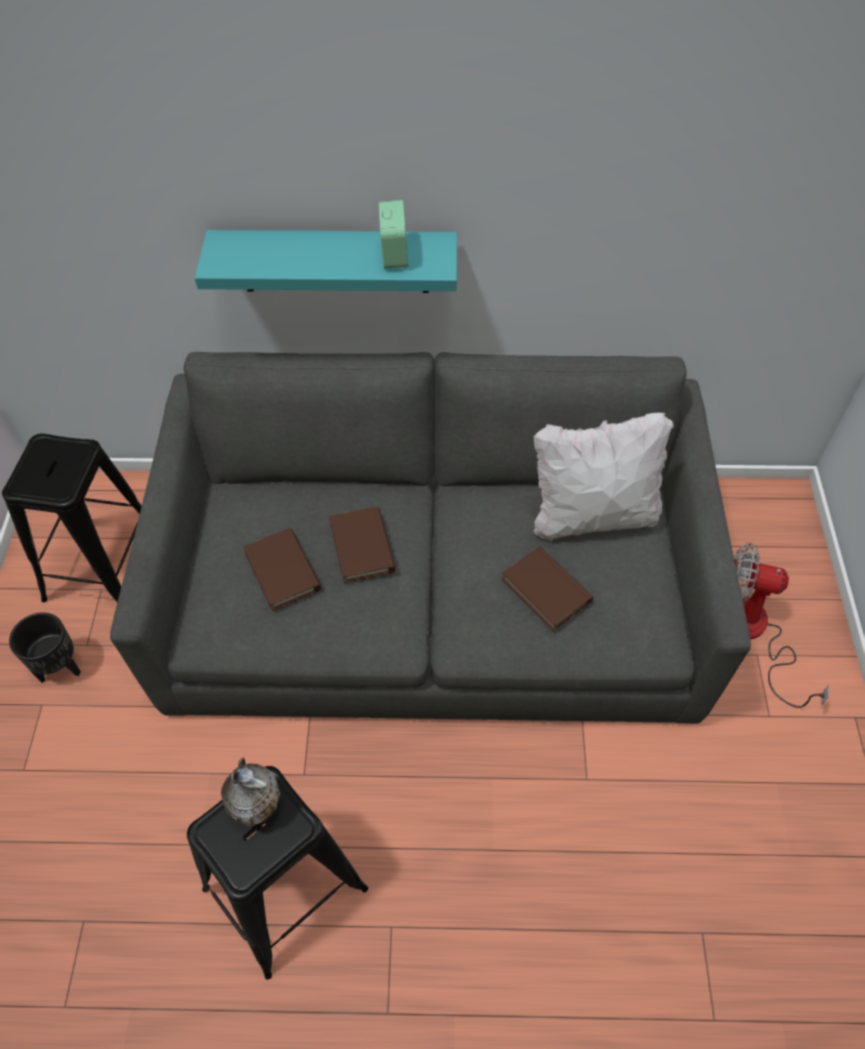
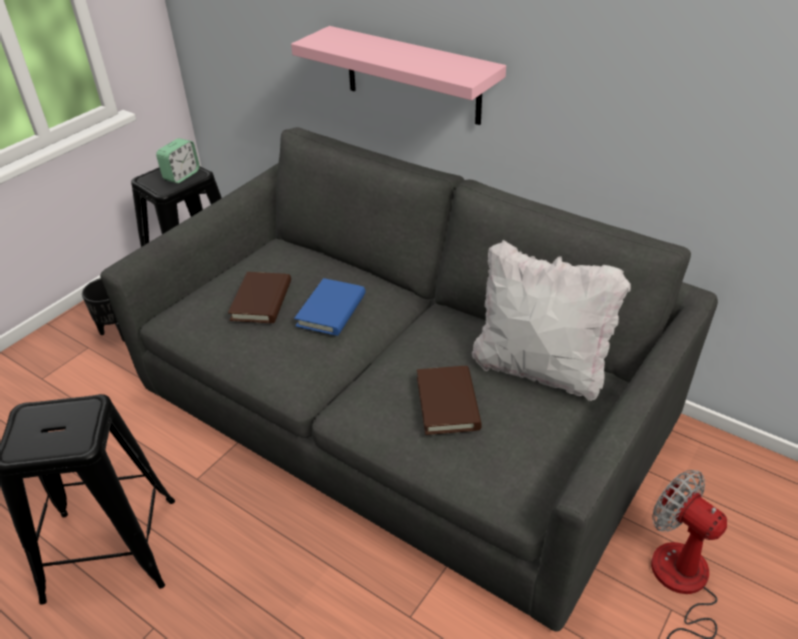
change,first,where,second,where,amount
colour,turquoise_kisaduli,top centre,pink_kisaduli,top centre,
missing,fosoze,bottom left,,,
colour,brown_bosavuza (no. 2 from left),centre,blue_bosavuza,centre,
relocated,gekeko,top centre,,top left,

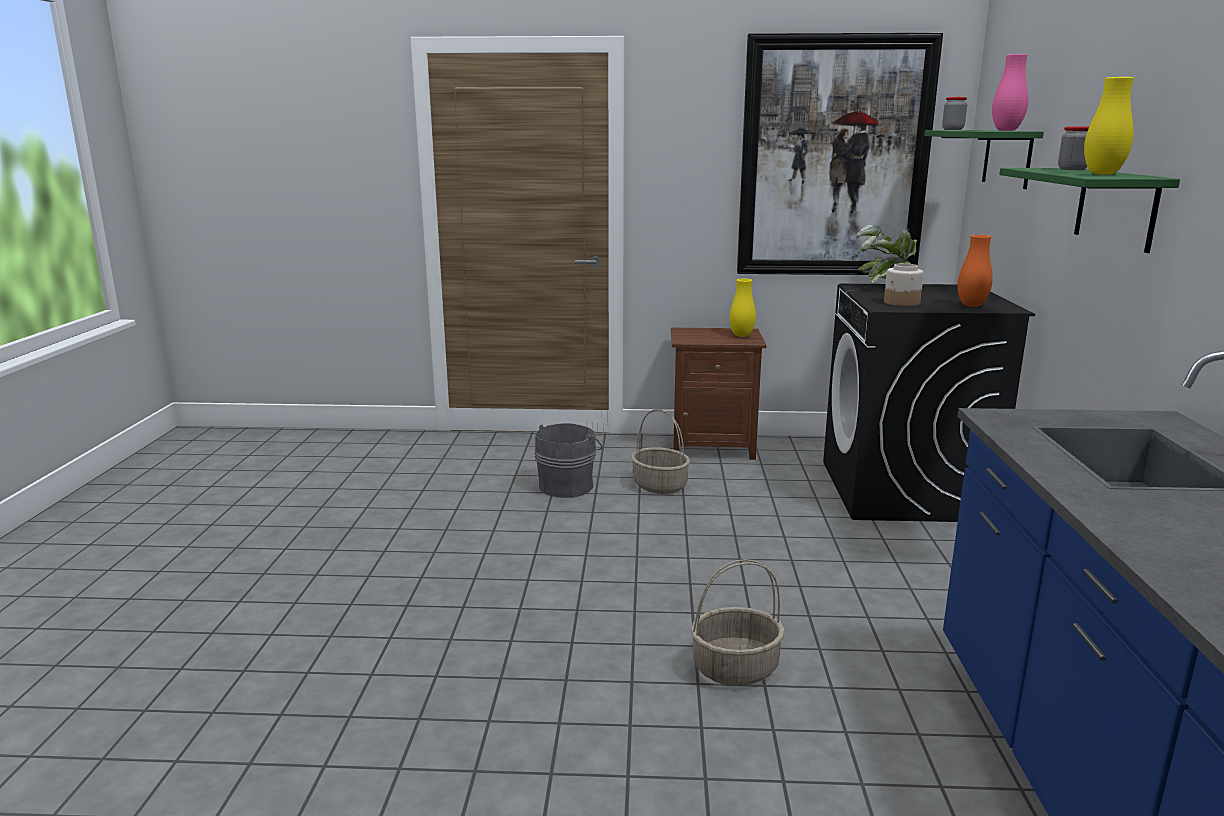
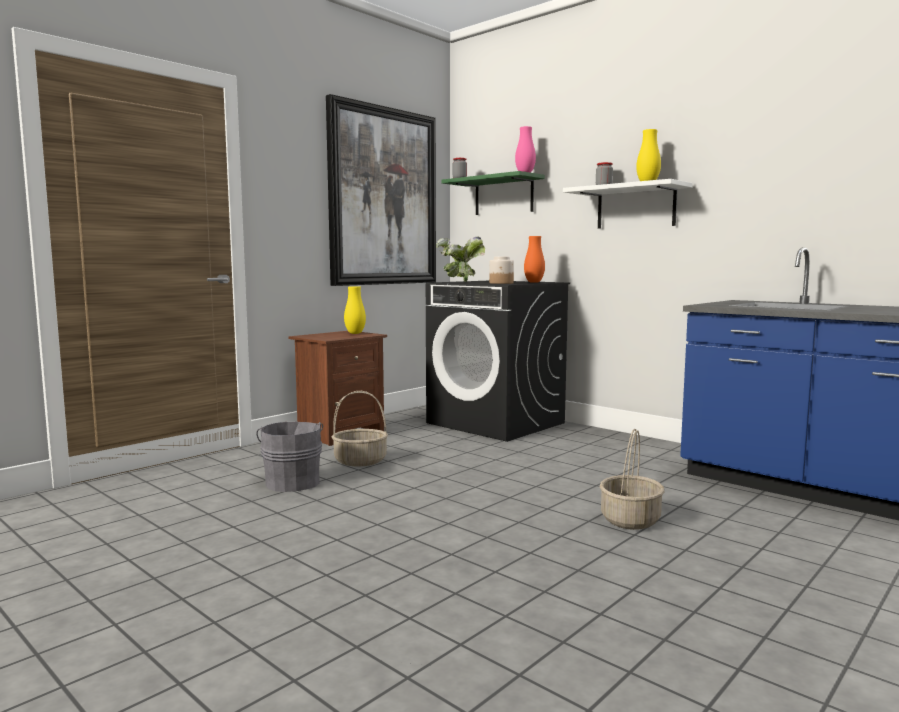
change,first,where,second,where,amount
colour,green_kisaduli (no. 2 from left),top right,white_kisaduli,top right,

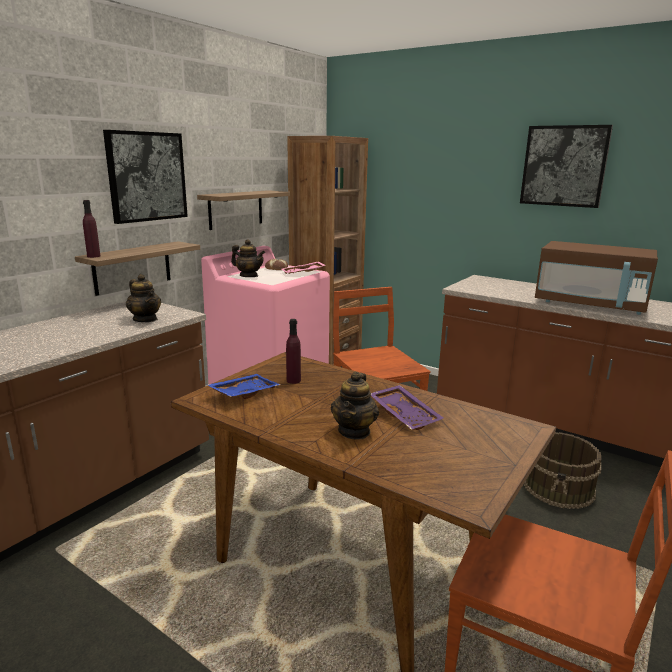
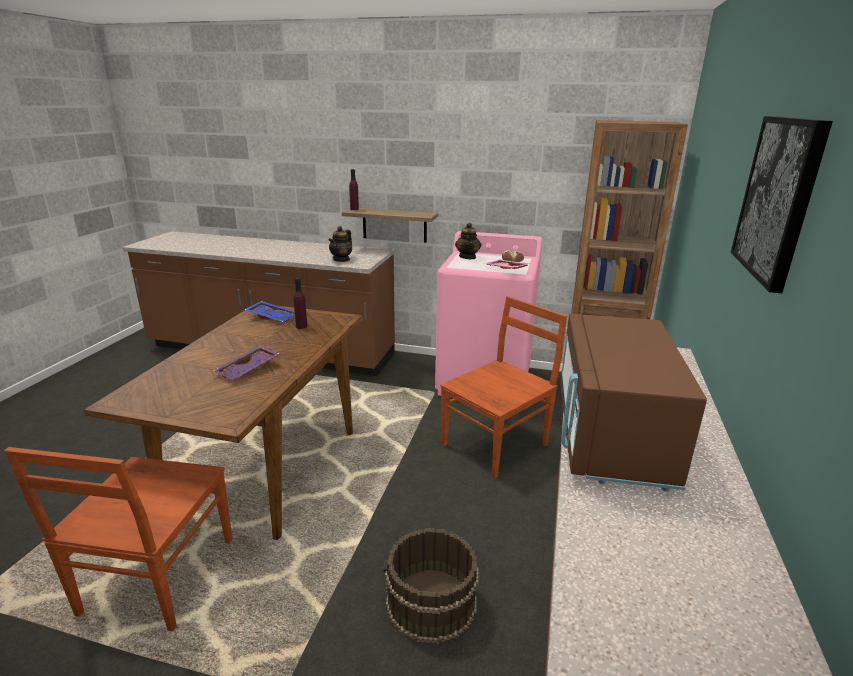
change,first,where,second,where,amount
missing,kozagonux (no. 1 from left),top left,,,
missing,kisaduli (no. 2 from left),top centre,,,
missing,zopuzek (no. 3 from left),centre,,,

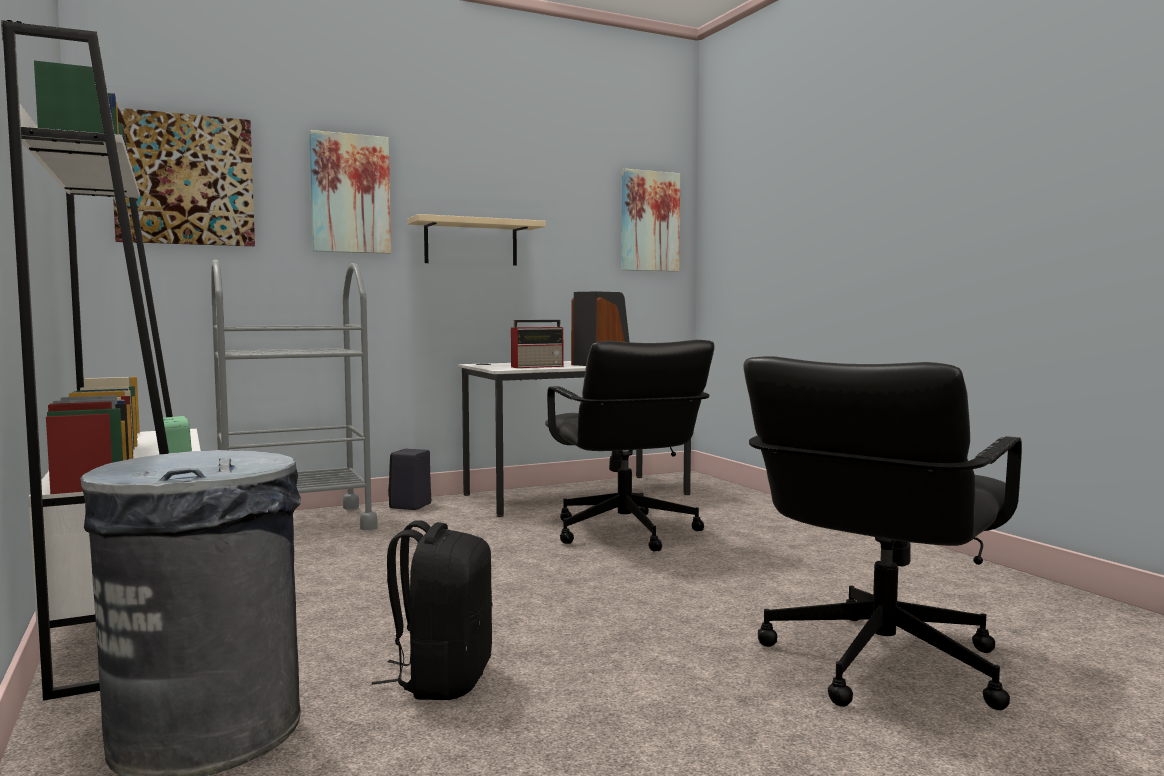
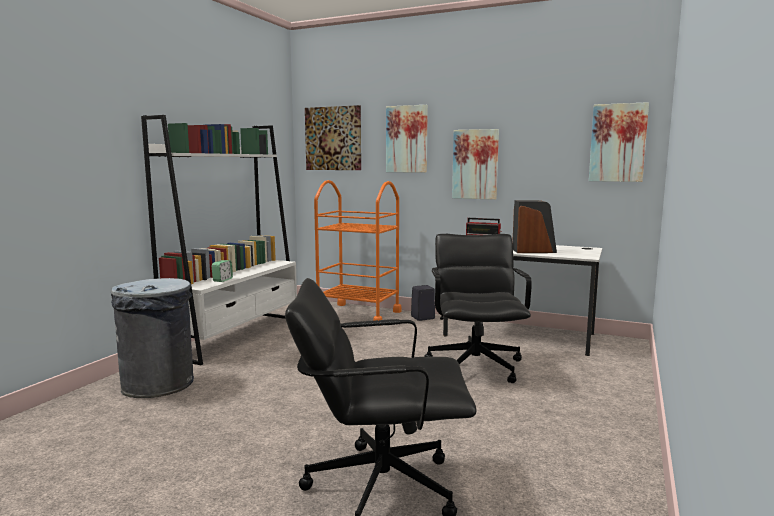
change,first,where,second,where,amount
colour,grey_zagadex,middle left,orange_zagadex,centre,
missing,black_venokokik,bottom centre,,,
exchanged,beige_kisaduli,top centre,kozagonux (no. 3 from left),top centre,
spun,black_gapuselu (no. 1 from left in the first image),centre,black_gapuselu (no. 2 from left),centre,150 degrees clockwise

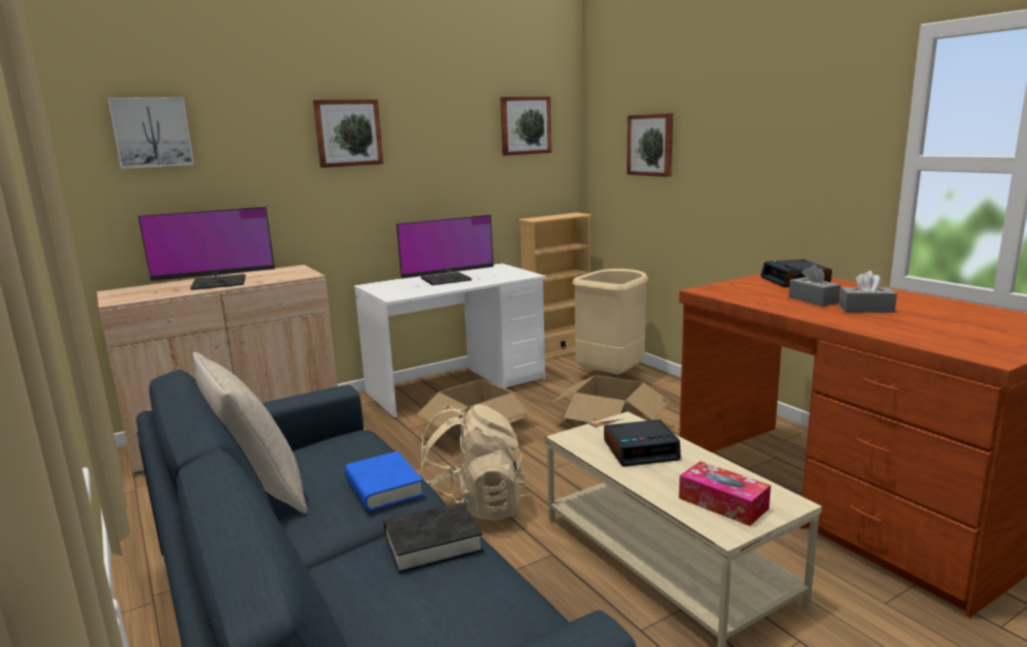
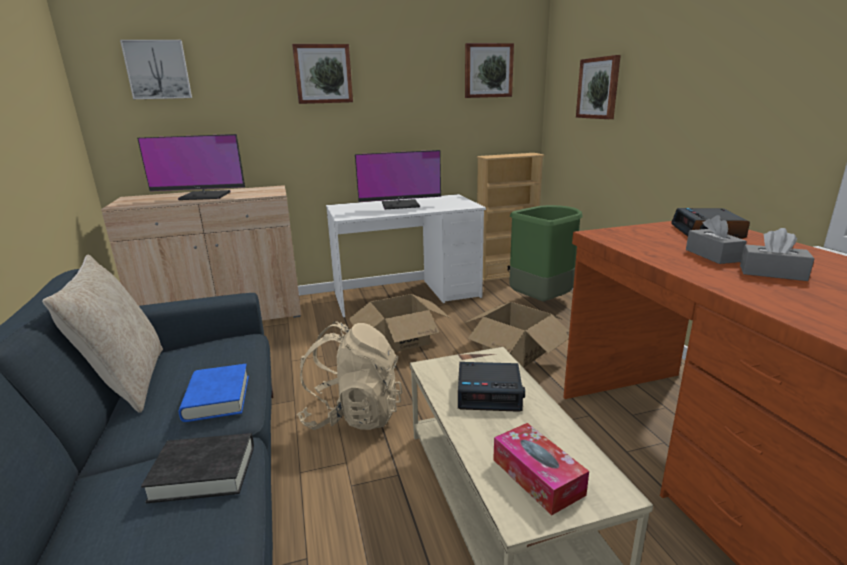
change,first,where,second,where,amount
colour,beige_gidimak,centre,green_gidimak,centre,

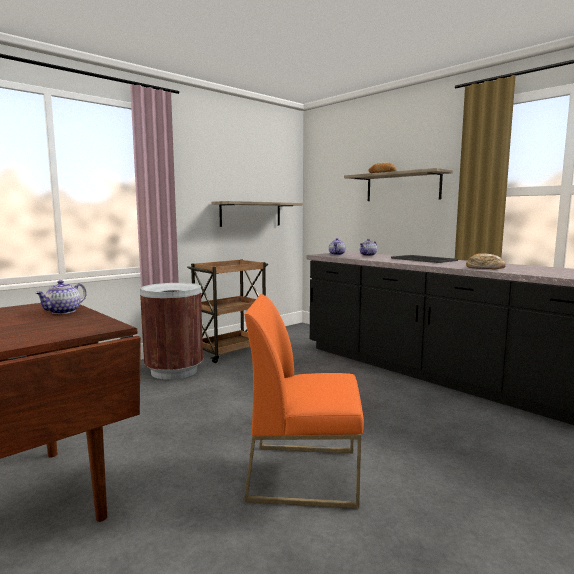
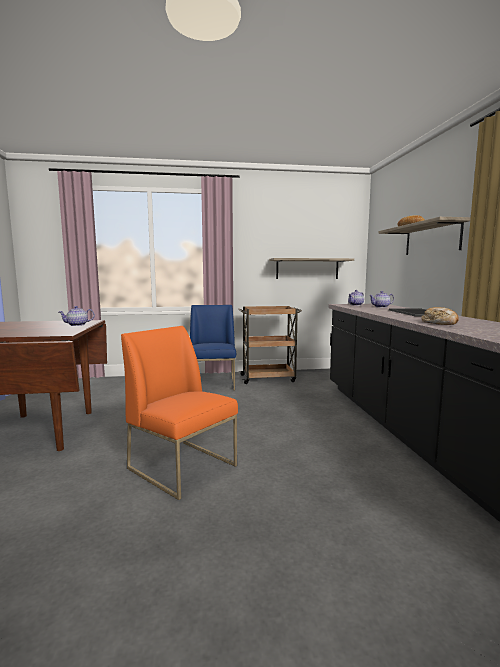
change,first,where,second,where,amount
exchanged,brown_gidimak,middle left,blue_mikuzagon,centre,

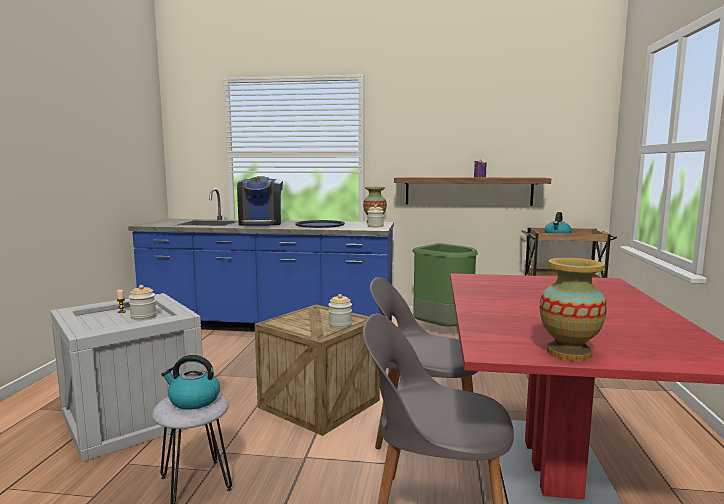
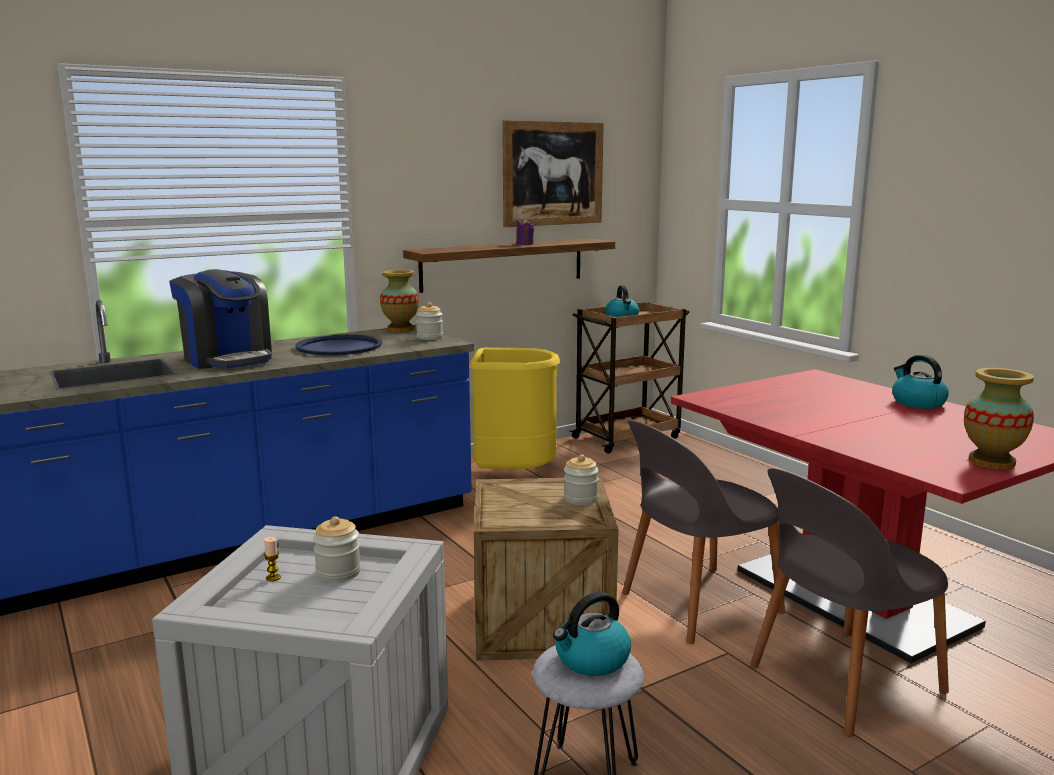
change,first,where,second,where,amount
colour,green_gidimak,centre,yellow_gidimak,centre,
appeared,,,kozagonux,top centre,
appeared,,,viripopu (no. 3 from left),middle right,

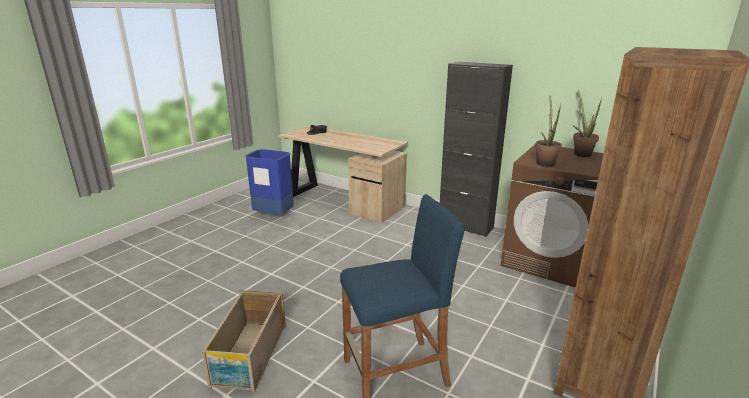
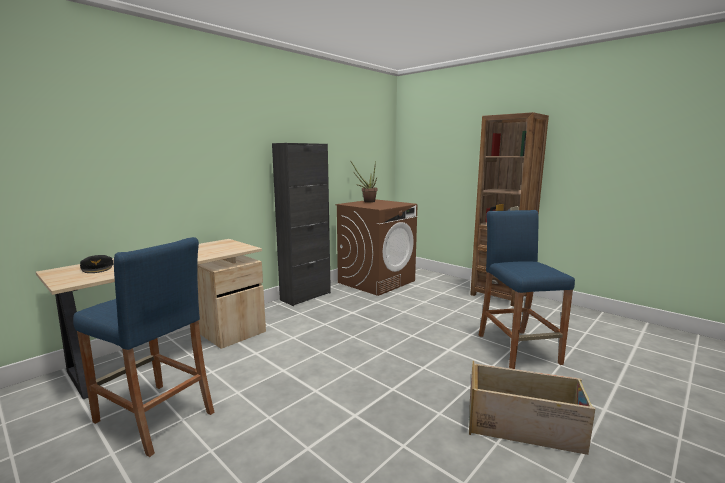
change,first,where,second,where,amount
exchanged,blue_gidimak,centre,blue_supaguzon (no. 1 from left),bottom left,
missing,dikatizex (no. 1 from left),top right,,,

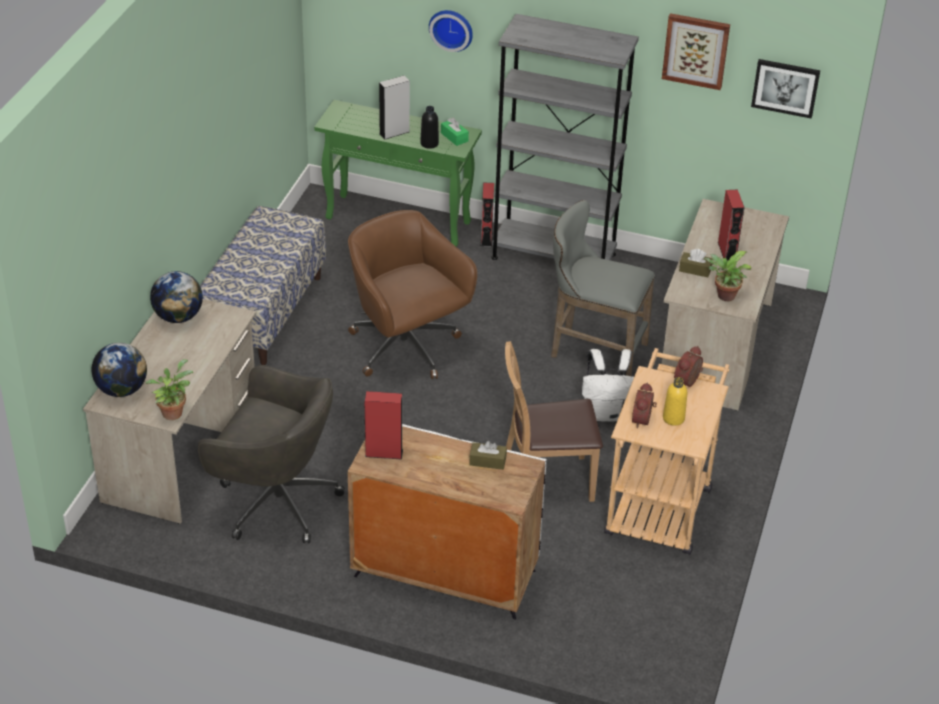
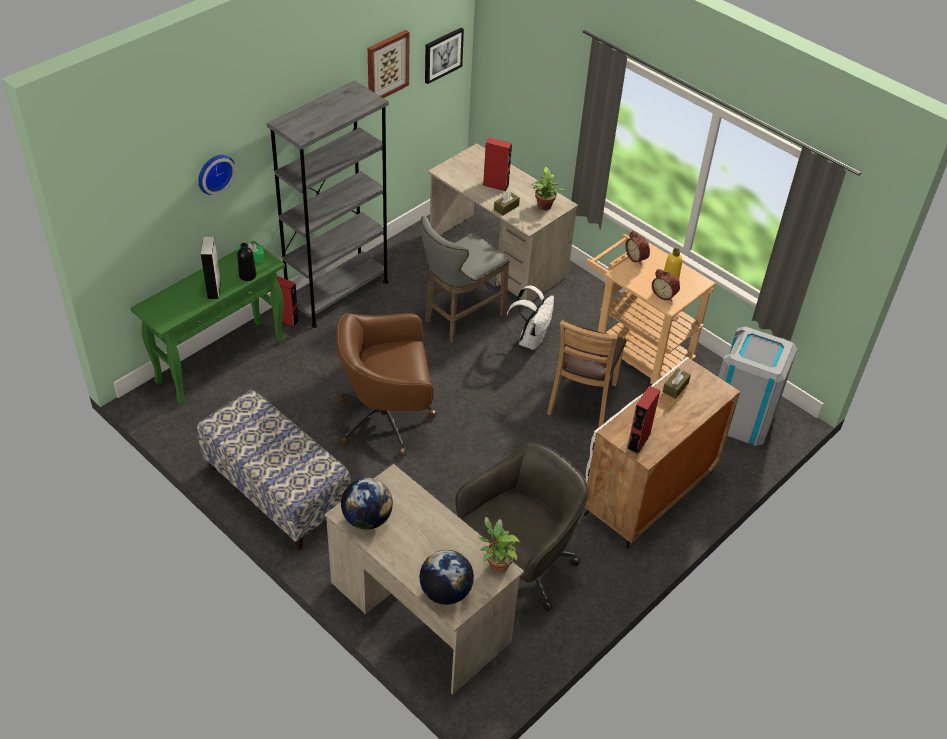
change,first,where,second,where,amount
appeared,,,grey_gidimak,middle right,

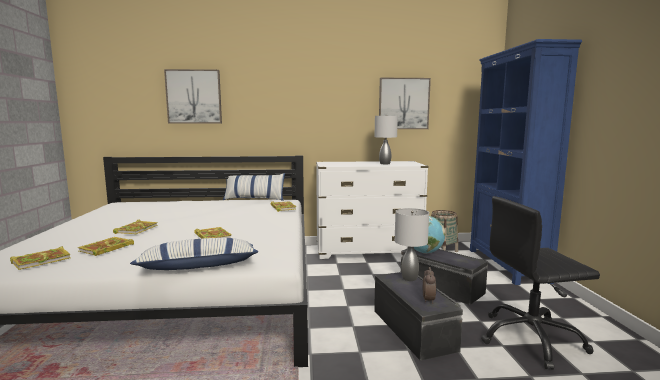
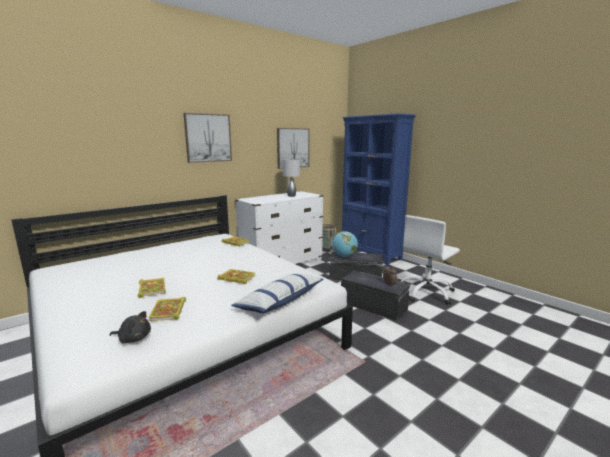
change,first,where,second,where,amount
exchanged,bosavuza (no. 1 from left),bottom left,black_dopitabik,bottom left,
relocated,kozagonux (no. 1 from left),top left,,top centre,
missing,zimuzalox (no. 2 from left),centre,,,
missing,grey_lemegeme (no. 2 from left),centre,,,
colour,black_gapuselu,bottom right,white_gapuselu,middle right,

